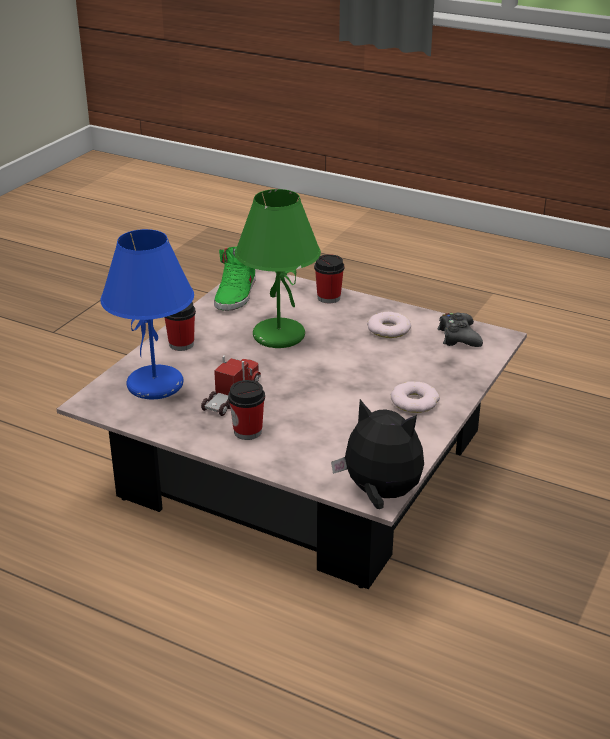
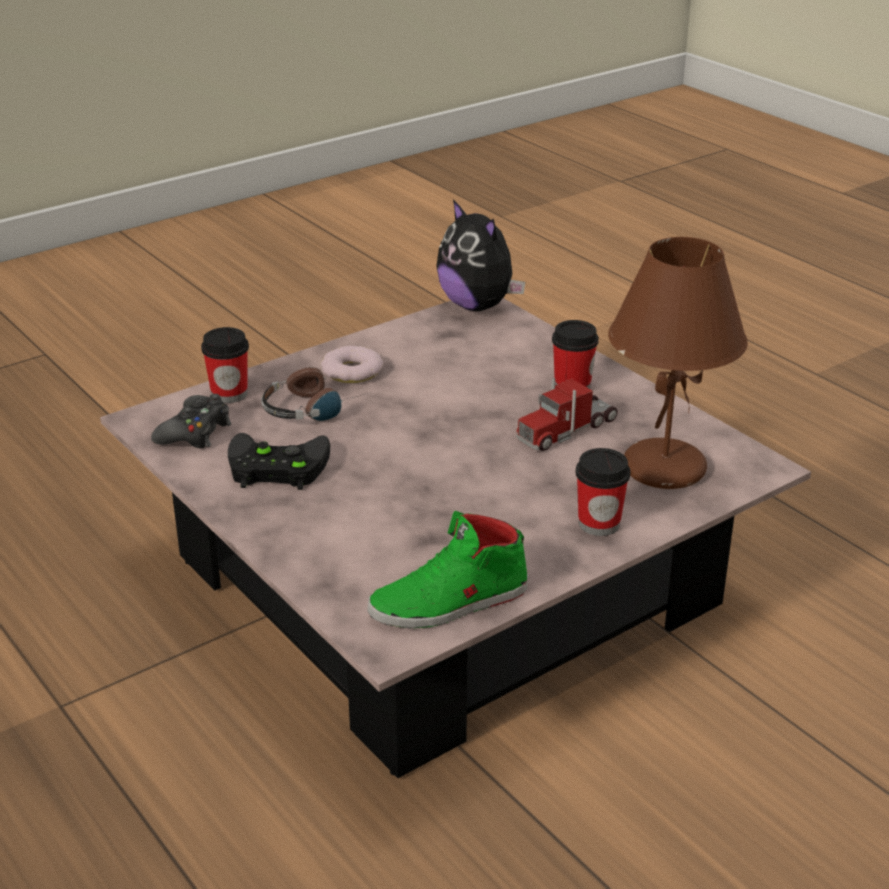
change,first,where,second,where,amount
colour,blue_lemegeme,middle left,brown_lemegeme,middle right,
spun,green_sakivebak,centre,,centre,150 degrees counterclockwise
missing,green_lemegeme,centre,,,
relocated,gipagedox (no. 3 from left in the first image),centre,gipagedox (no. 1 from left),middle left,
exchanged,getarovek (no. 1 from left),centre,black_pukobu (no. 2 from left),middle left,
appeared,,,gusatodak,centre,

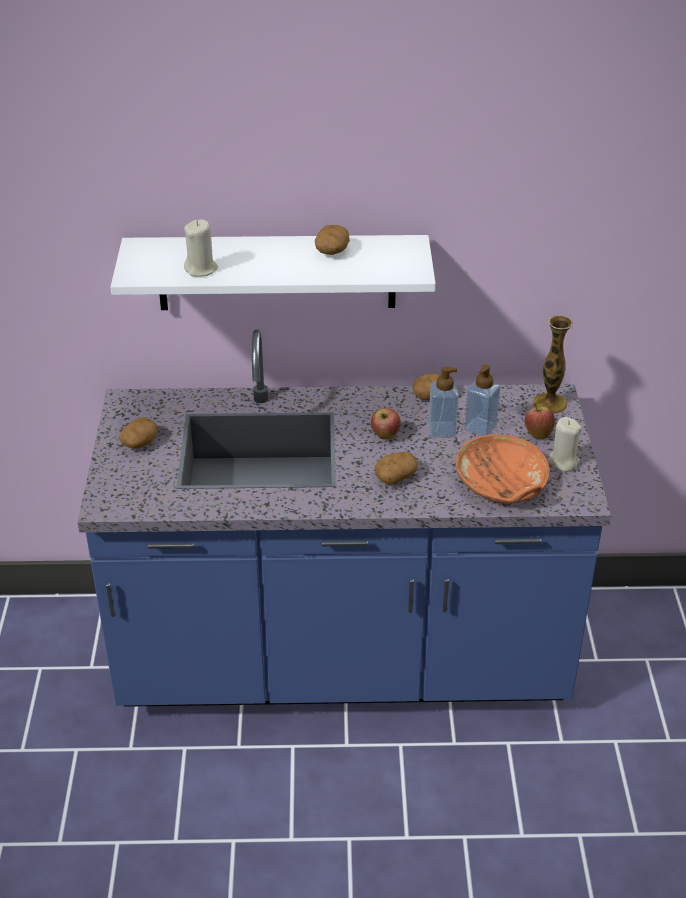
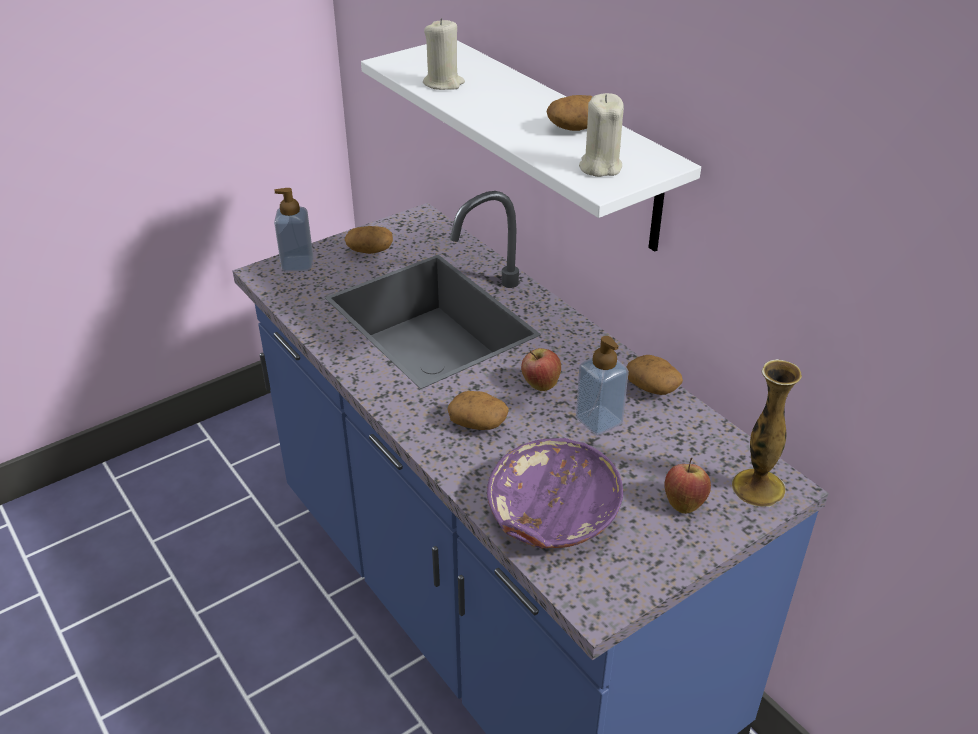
change,first,where,second,where,amount
colour,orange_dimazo,middle right,purple_dimazo,bottom centre,
relocated,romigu (no. 2 from left in the first image),middle right,romigu (no. 1 from left),top left,
relocated,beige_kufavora (no. 2 from left),middle right,,top centre,

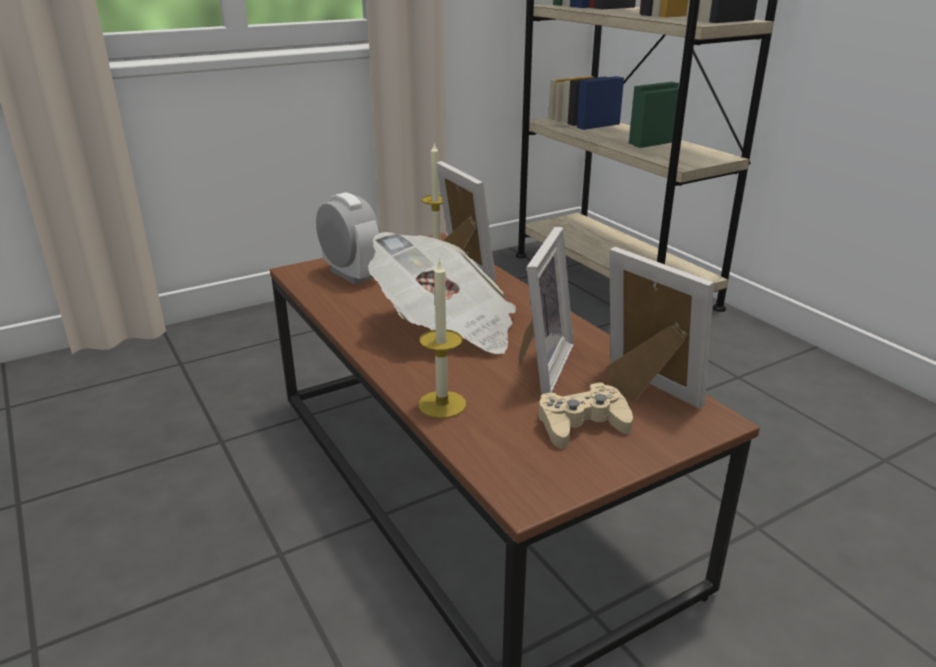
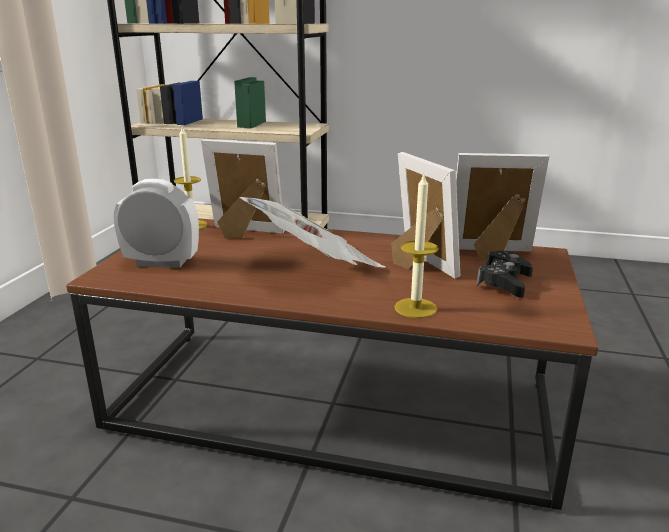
change,first,where,second,where,amount
colour,beige_pukobu,centre,black_pukobu,middle right,

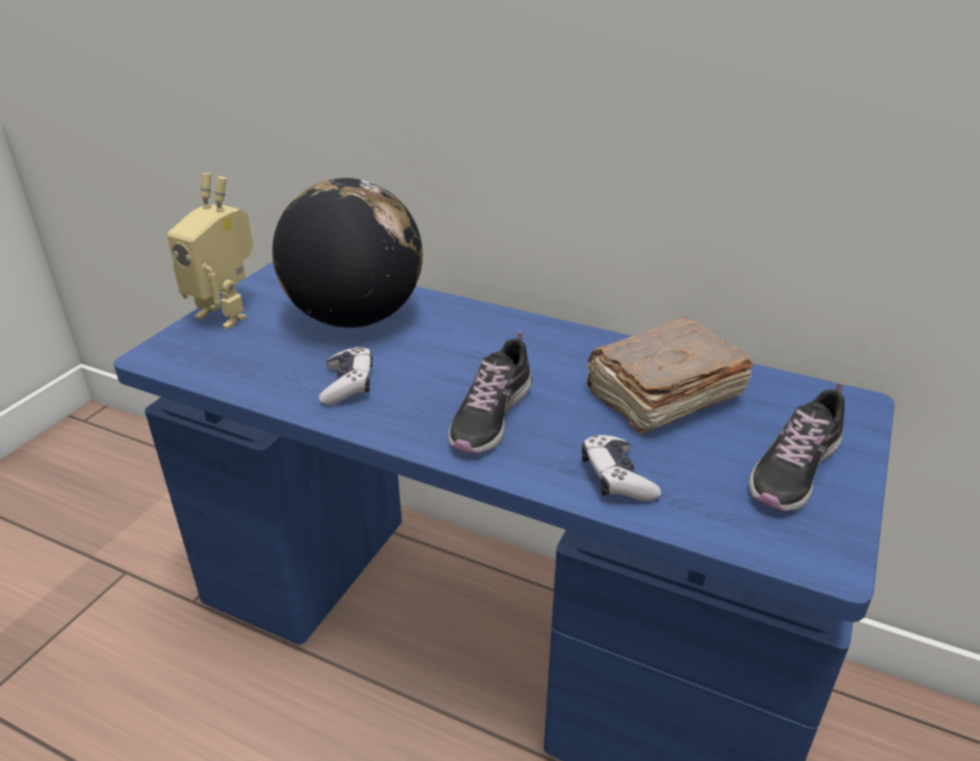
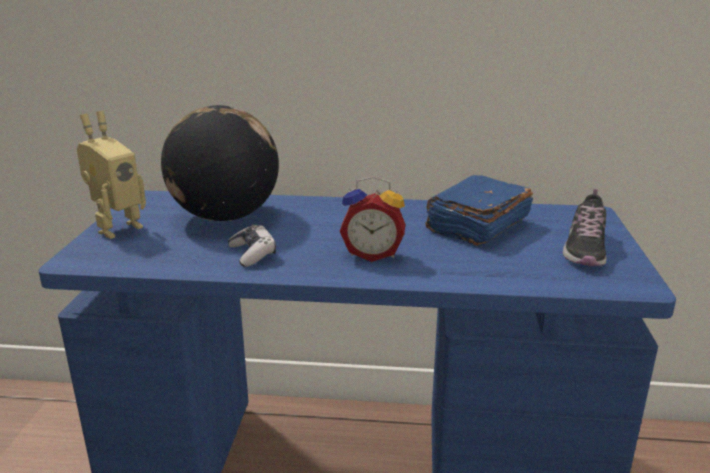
change,first,where,second,where,amount
spun,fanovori,top left,,middle left,60 degrees counterclockwise
exchanged,sakivebak (no. 1 from left),centre,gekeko,centre,
missing,pukobu (no. 2 from left),centre,,,
colour,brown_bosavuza,middle right,blue_bosavuza,middle right,

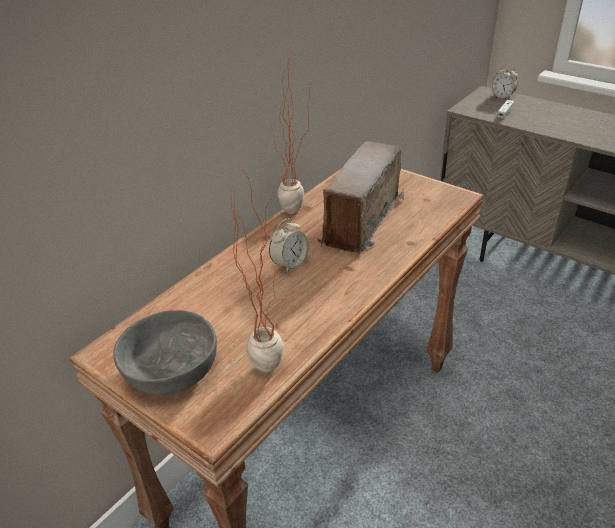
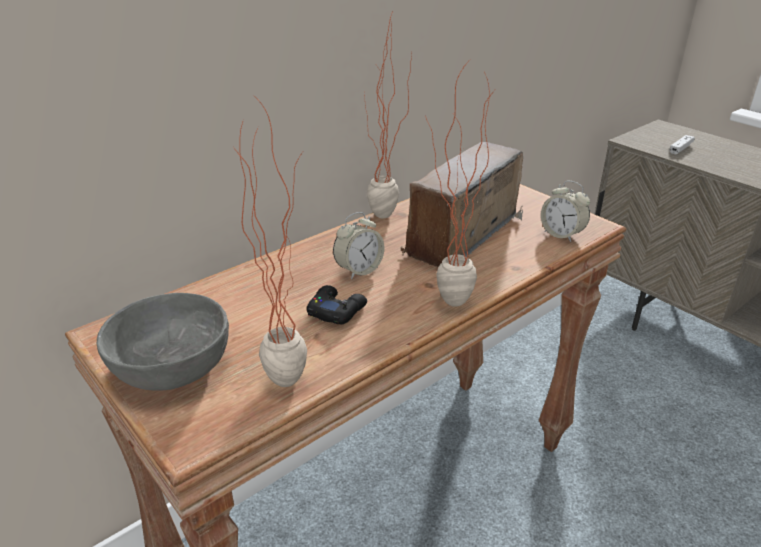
change,first,where,second,where,amount
relocated,gekeko (no. 2 from left),top right,,middle right,
appeared,,,black_pukobu,centre,
appeared,,,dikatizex (no. 3 from left),centre,

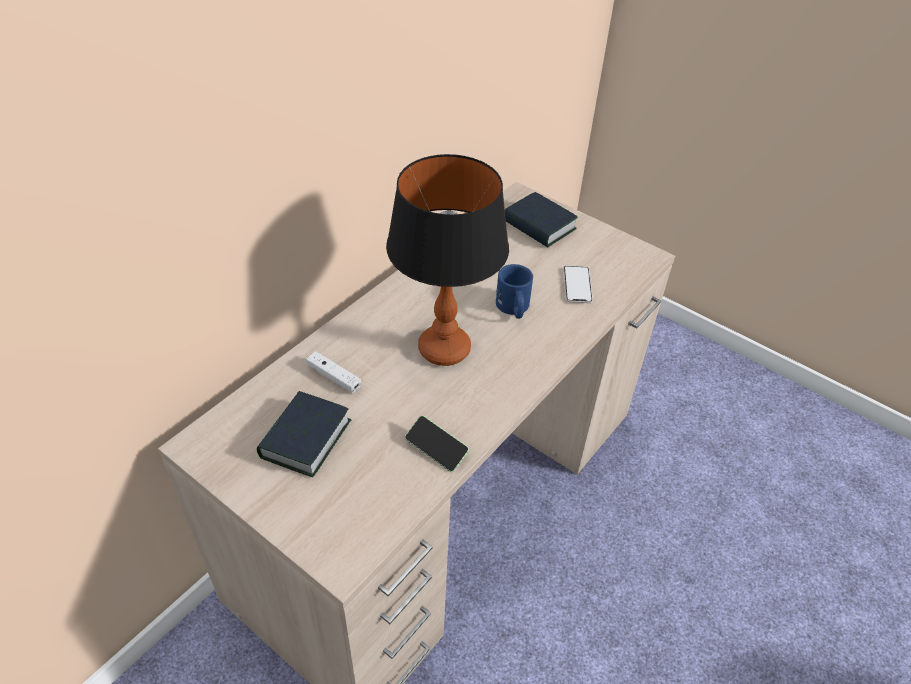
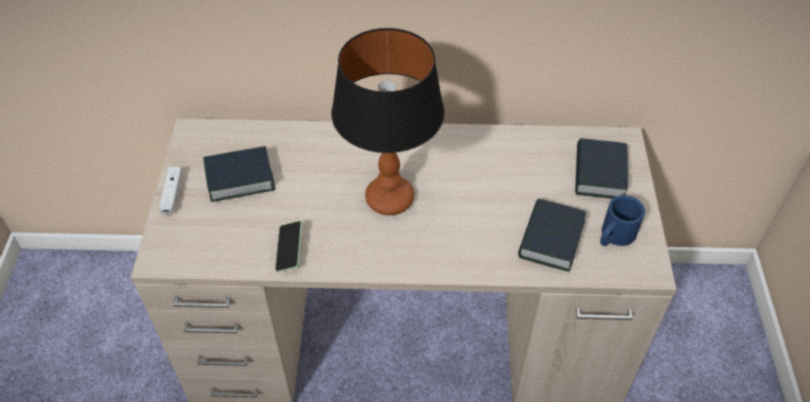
change,first,where,second,where,amount
relocated,white_pukobu,centre,,middle left,
relocated,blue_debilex,centre,,middle right,
exchanged,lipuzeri (no. 2 from left),centre,bosavuza (no. 2 from left),middle right,

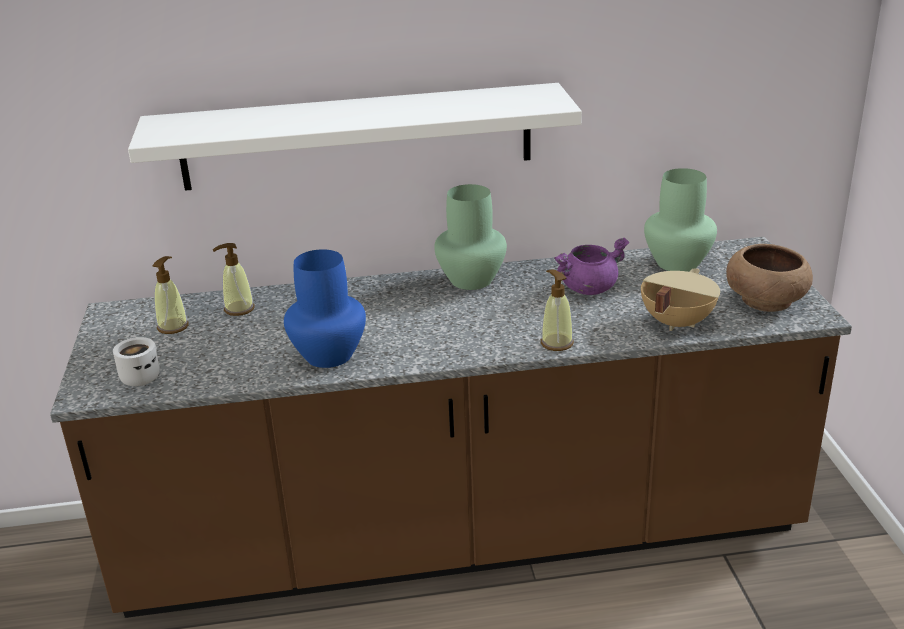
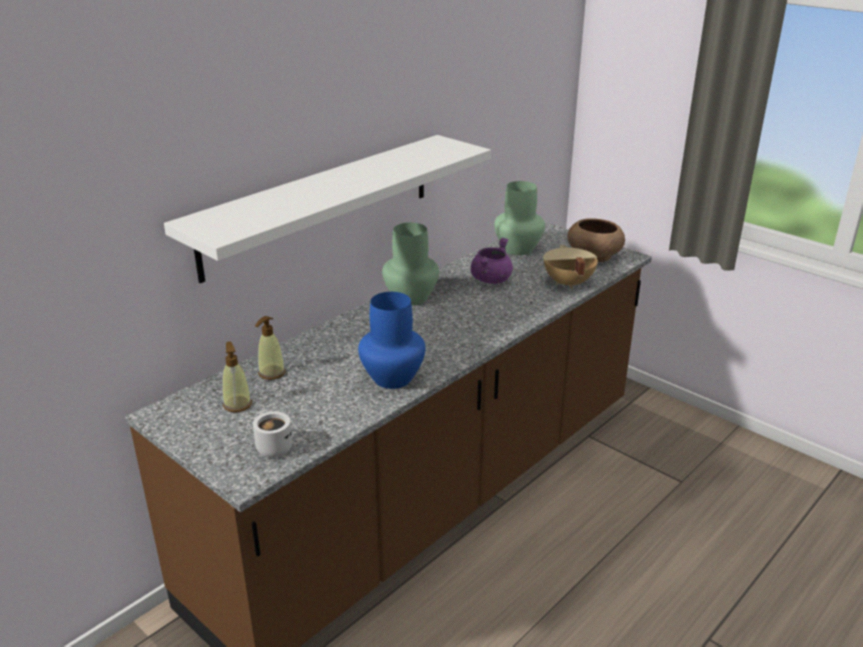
change,first,where,second,where,amount
missing,romigu (no. 3 from left),centre,,,

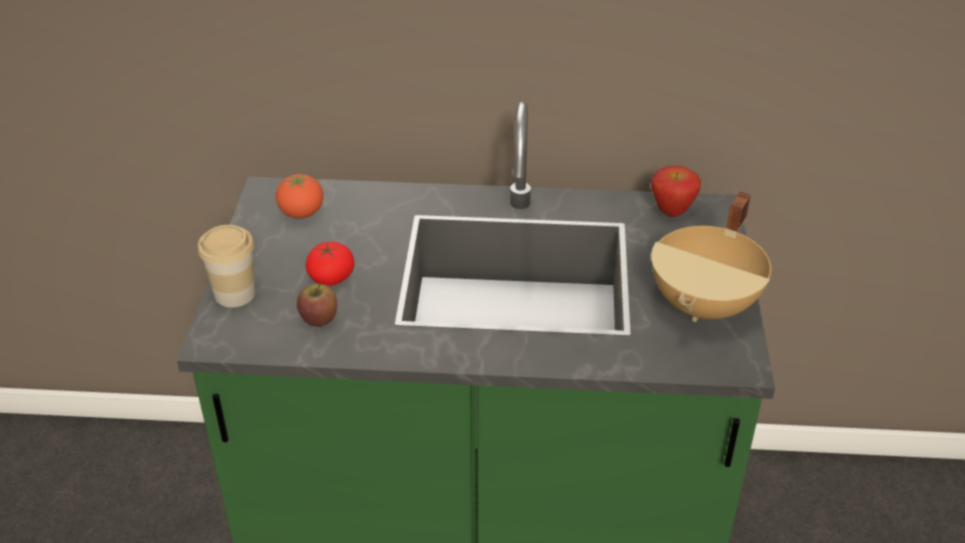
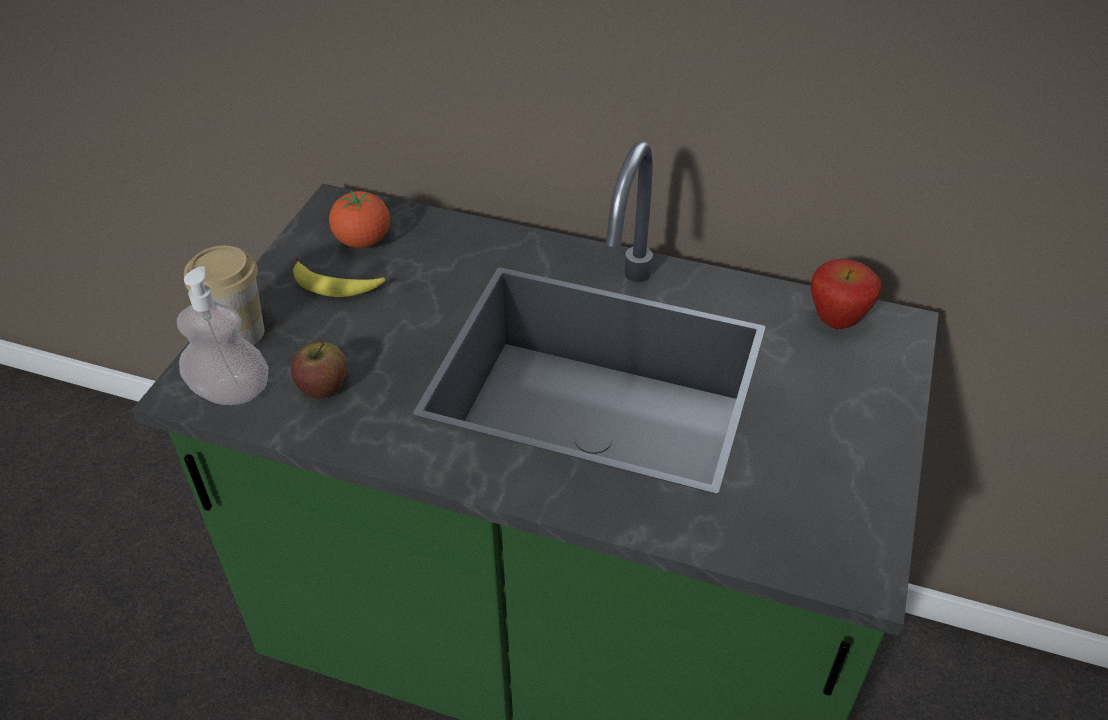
change,first,where,second,where,amount
missing,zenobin (no. 2 from left),centre,,,
missing,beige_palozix,middle right,,,
appeared,,,romigu,middle left,
appeared,,,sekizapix,middle left,

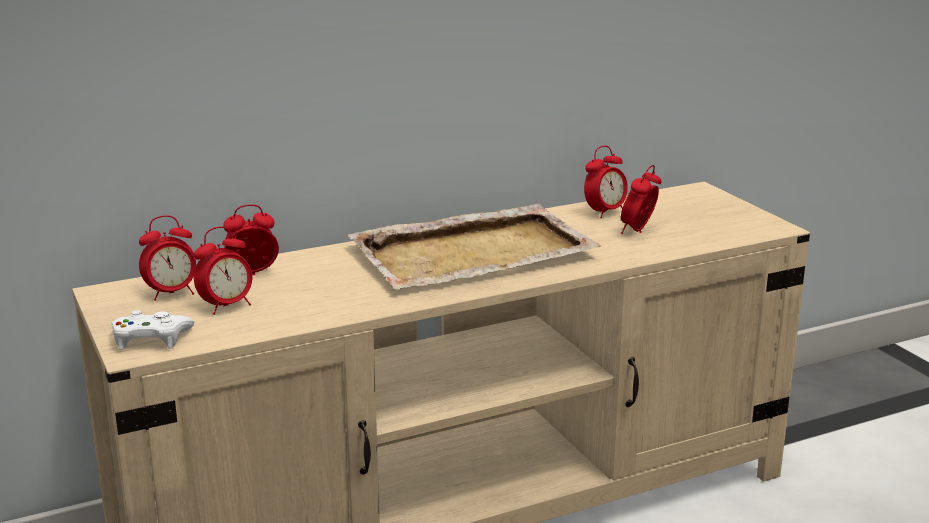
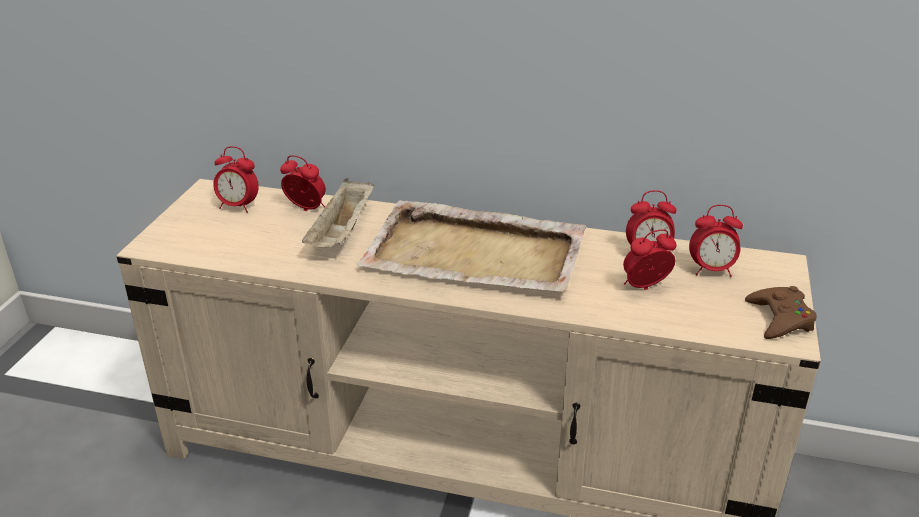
change,first,where,second,where,amount
missing,white_pukobu,middle left,,,
relocated,gekeko (no. 2 from left in the first image),middle left,gekeko (no. 5 from left),middle right,
appeared,,,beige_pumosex (no. 1 from left),centre,
appeared,,,brown_pukobu,middle right,

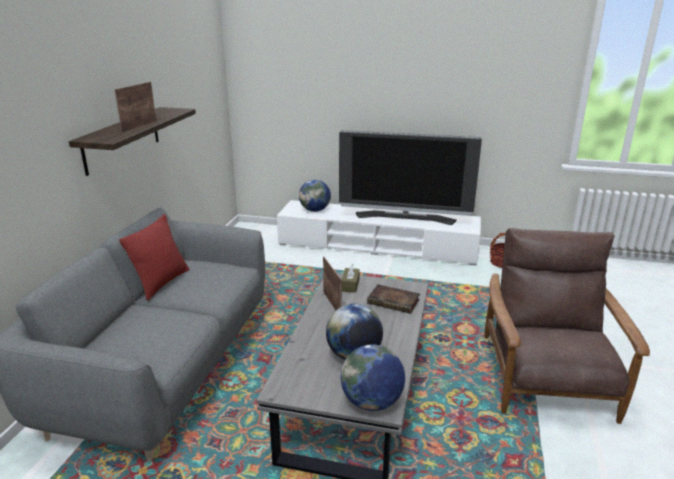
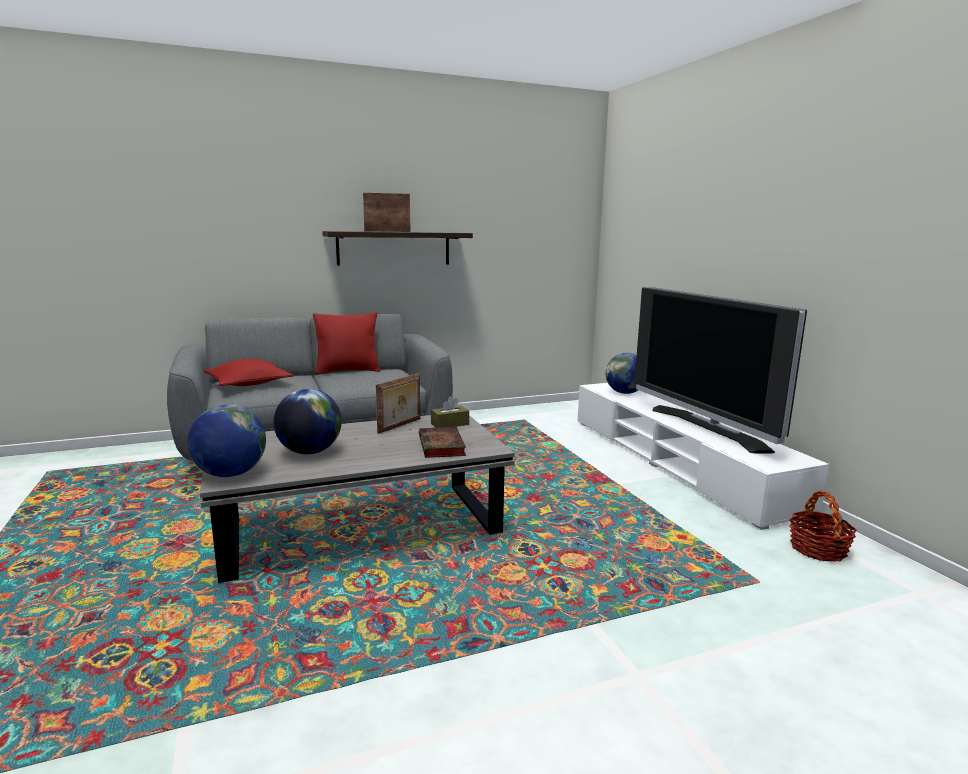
change,first,where,second,where,amount
missing,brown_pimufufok,bottom right,,,
appeared,,,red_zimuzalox (no. 1 from left),middle left,

